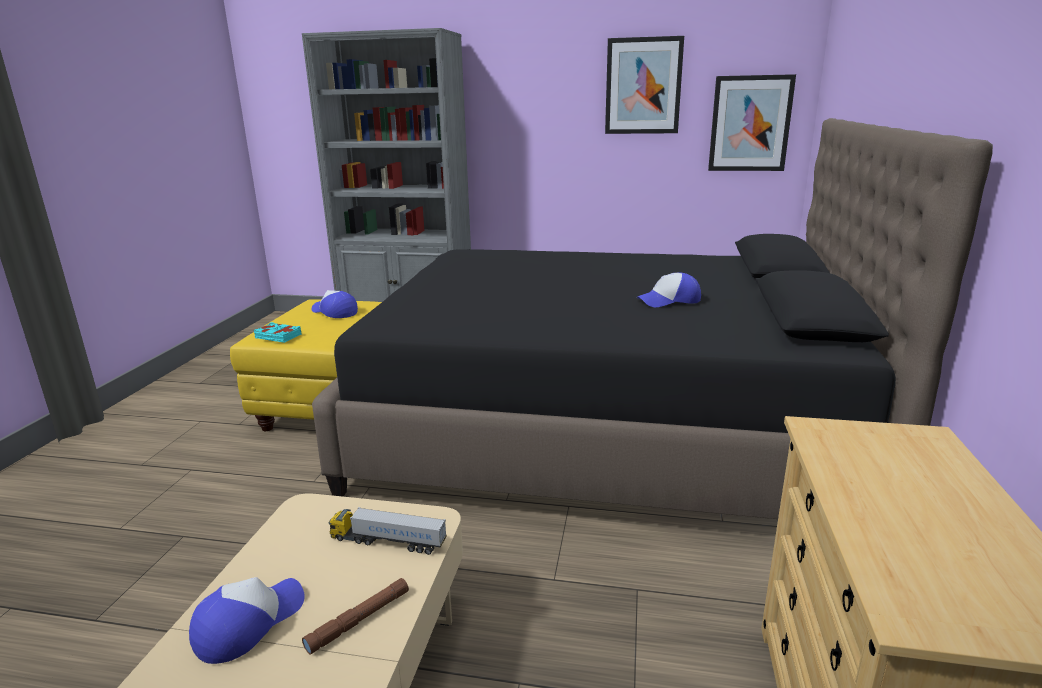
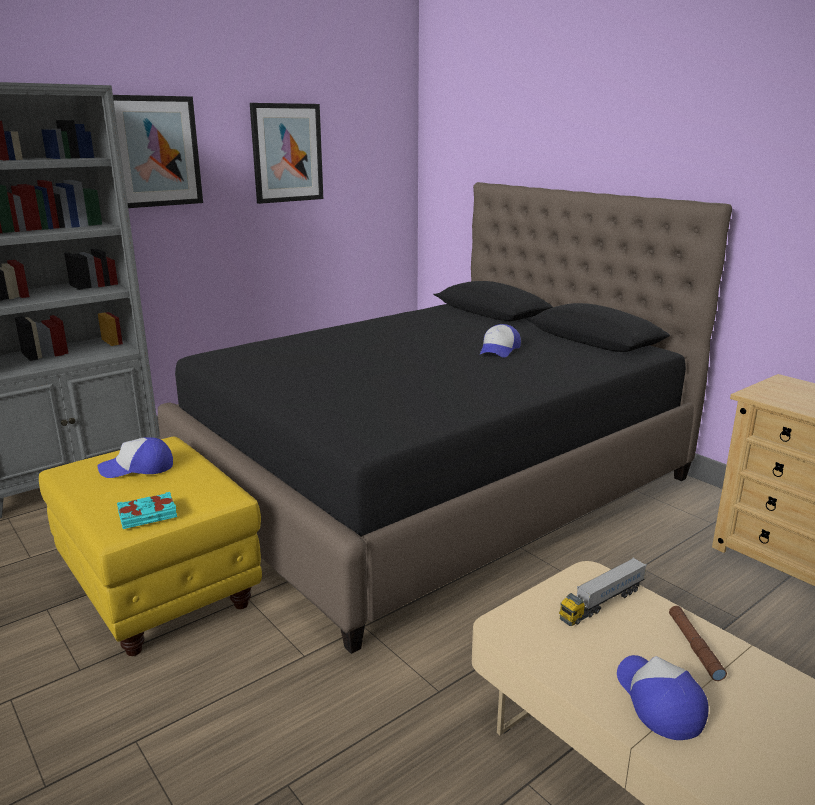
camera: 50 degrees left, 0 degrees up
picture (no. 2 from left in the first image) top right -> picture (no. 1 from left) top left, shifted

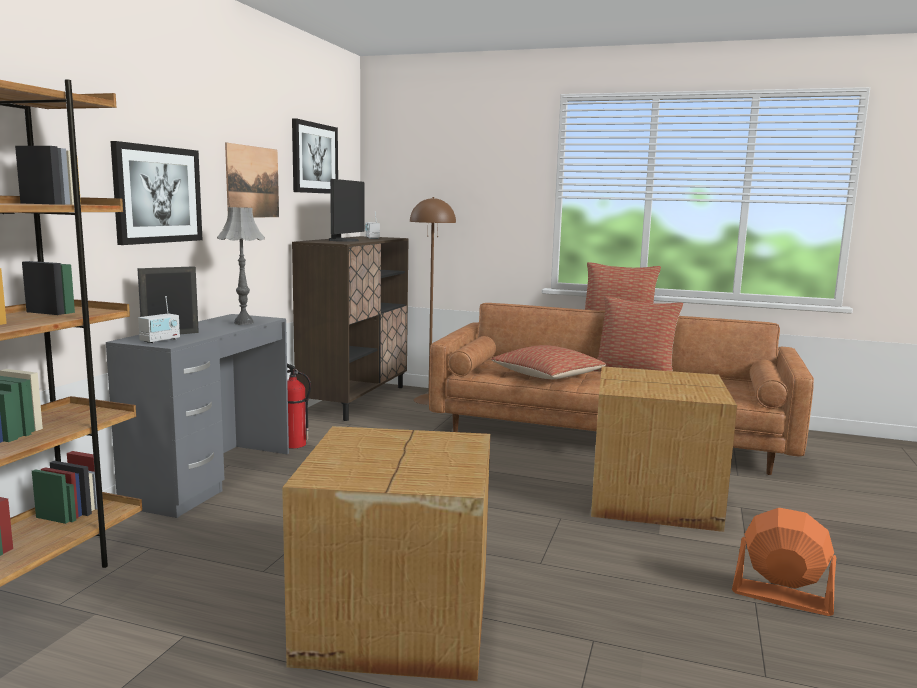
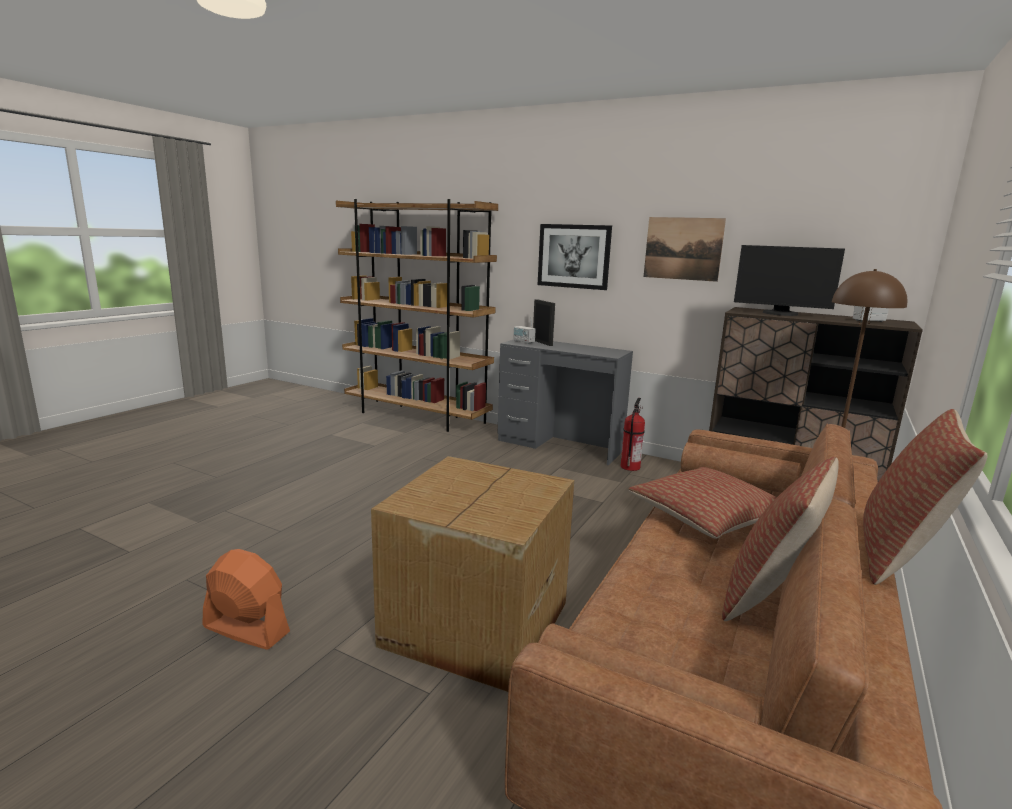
camera: 100 degrees right, 5 degrees up
picture (no. 3 from left) top centre -> none
grey table lamp middle left -> none
cardboard box (no. 1 from left) bottom centre -> none
orange fan bottom right -> orange fan bottom left, 105 degrees counterclockwise

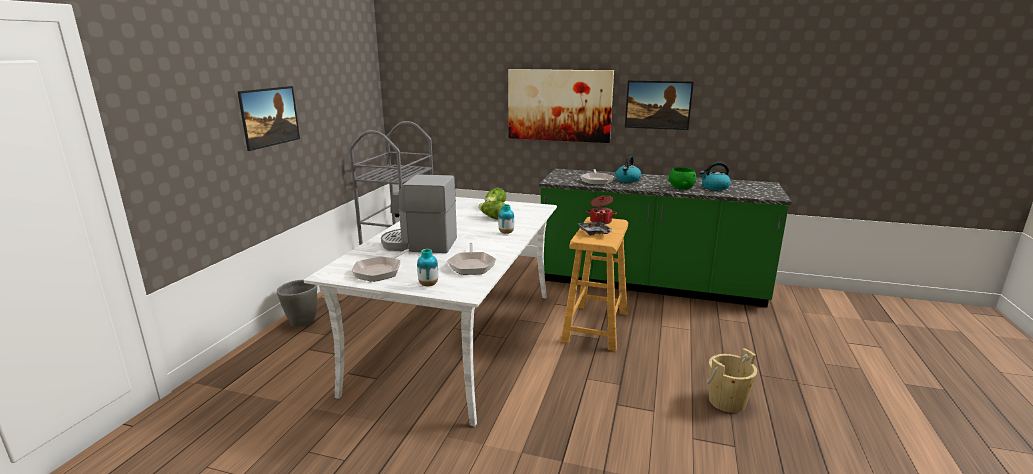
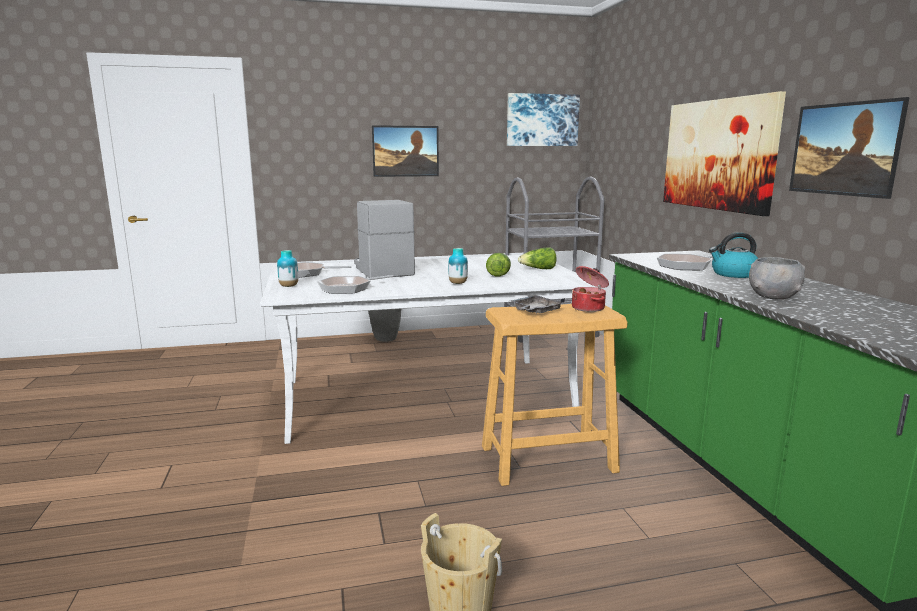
camera: 60 degrees right, 5 degrees down
kettle (no. 2 from left) middle right -> none
green bowl centre -> grey bowl middle right
none -> picture (no. 2 from left) top centre

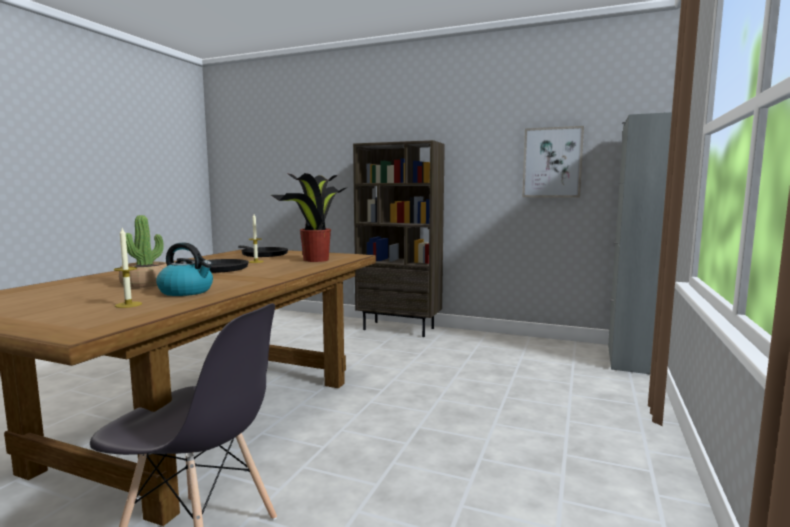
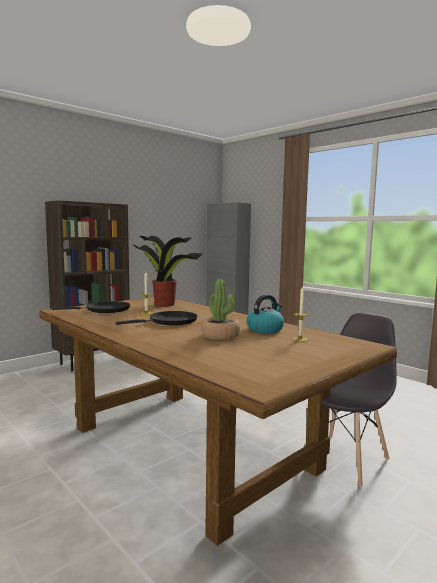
camera: 65 degrees left, 0 degrees up
picture top right -> none

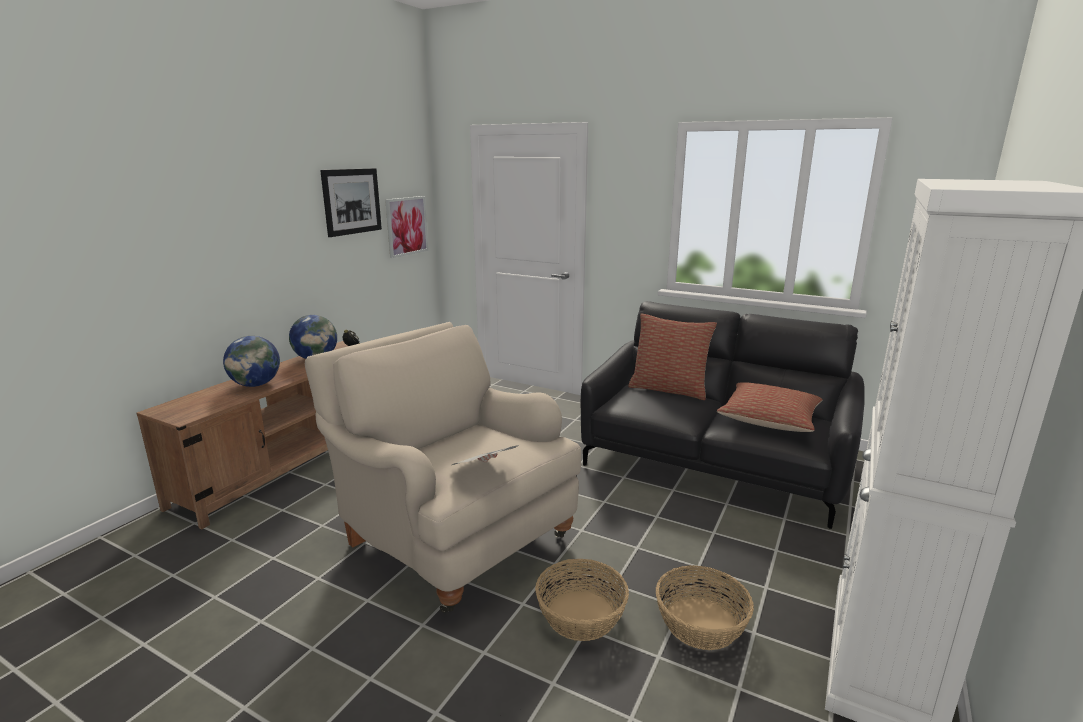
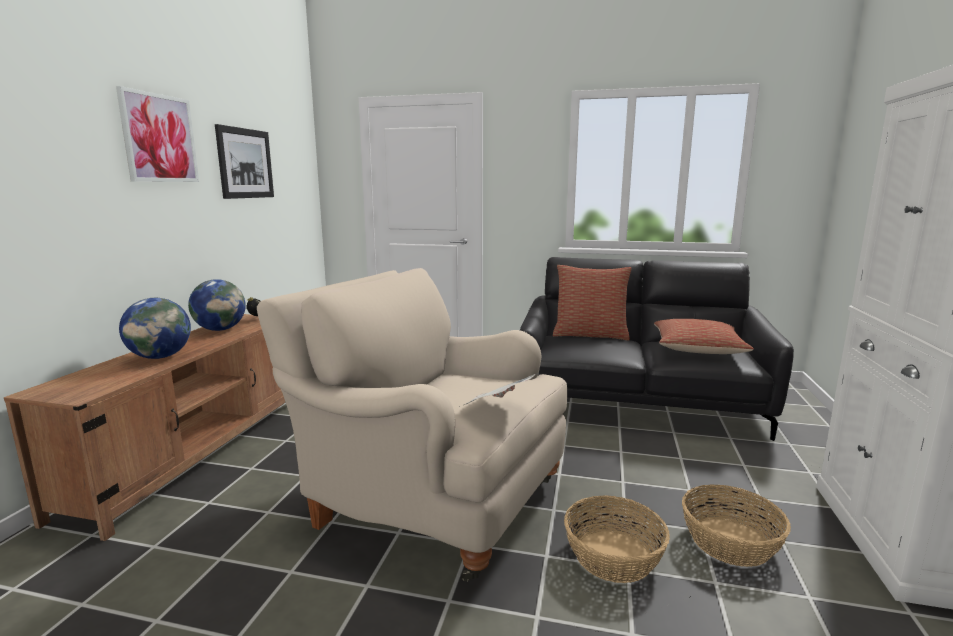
camera: 15 degrees left, 5 degrees down
picture (no. 2 from left in the first image) top centre -> picture (no. 1 from left) top left, shifted

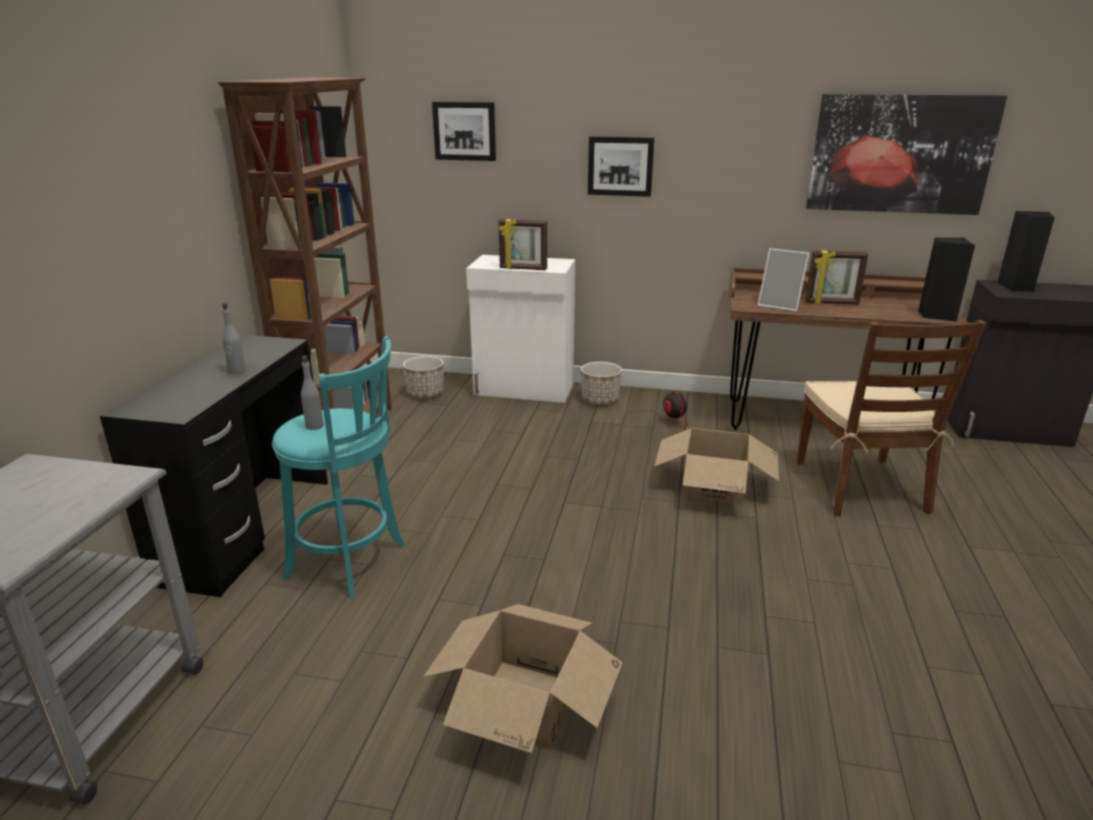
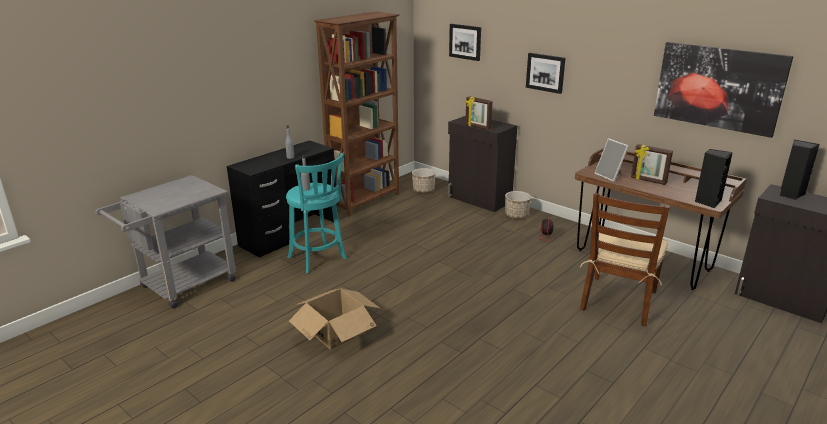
camera: 30 degrees right, 0 degrees up
white cabinet centre -> black cabinet (no. 1 from left) centre
cardboard box (no. 2 from left) centre -> none

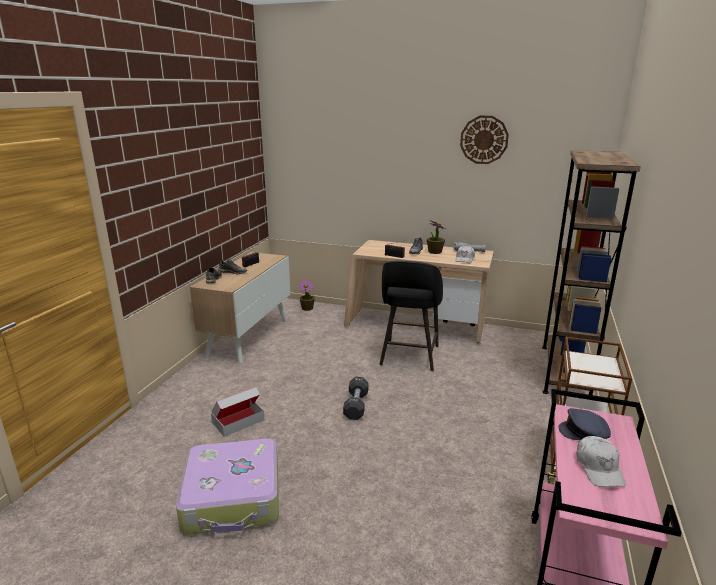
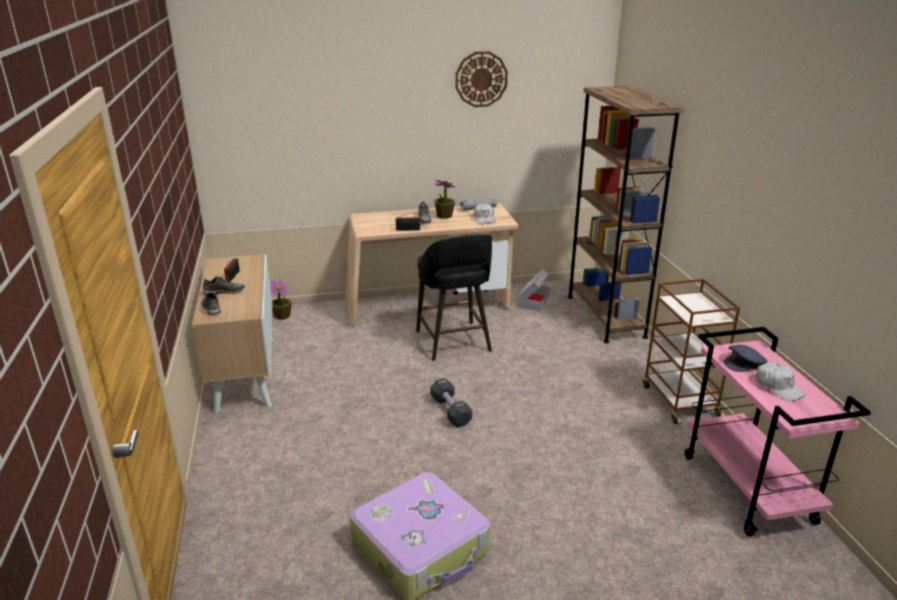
camera: 30 degrees left, 5 degrees up
cardboard box bottom left -> cardboard box centre, shifted

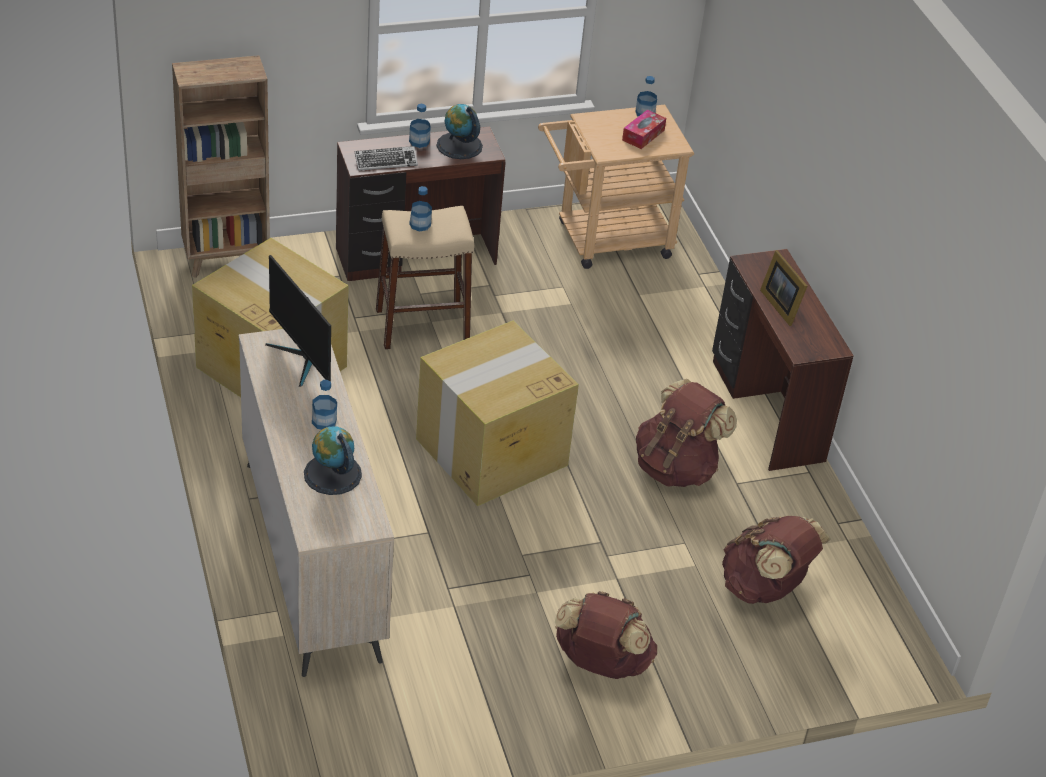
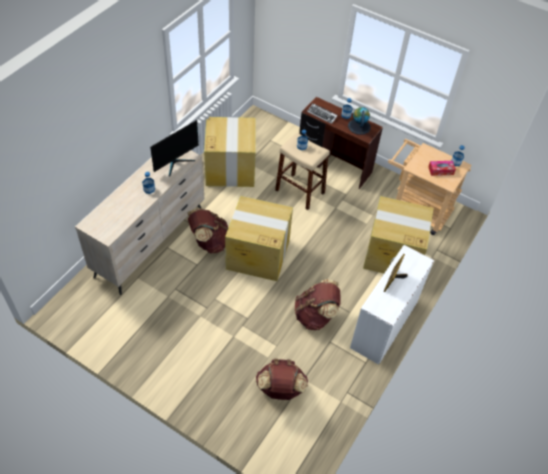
camera: 50 degrees right, 10 degrees up
brown bookcase top left -> none
brown desk (no. 2 from left) middle right -> white desk middle right
monitor middle left -> monitor top left, 150 degrees counterclockwise
globe (no. 1 from left) middle left -> none
brown backpack (no. 1 from left) bottom centre -> brown backpack (no. 1 from left) centre, shifted
none -> cardboard box (no. 3 from left) middle right

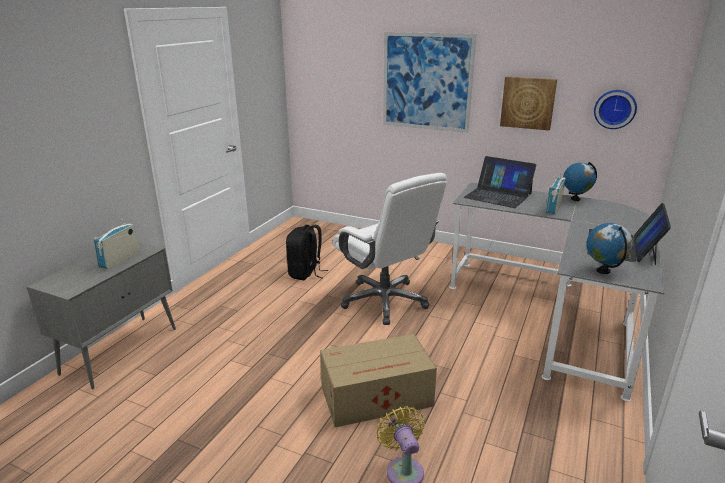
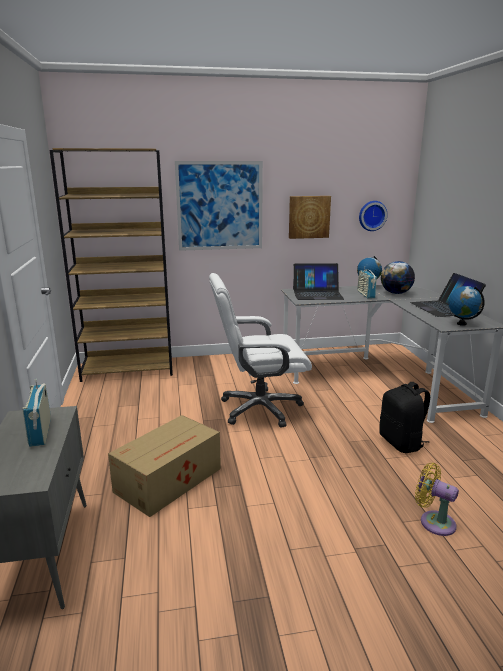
camera: 35 degrees left, 5 degrees down
white office chair centre, 150 degrees clockwise
black backpack centre -> black backpack middle right, shifted
cardboard box bottom centre -> cardboard box bottom left, shifted
none -> brown bookcase middle left
none -> globe (no. 2 from left) middle right

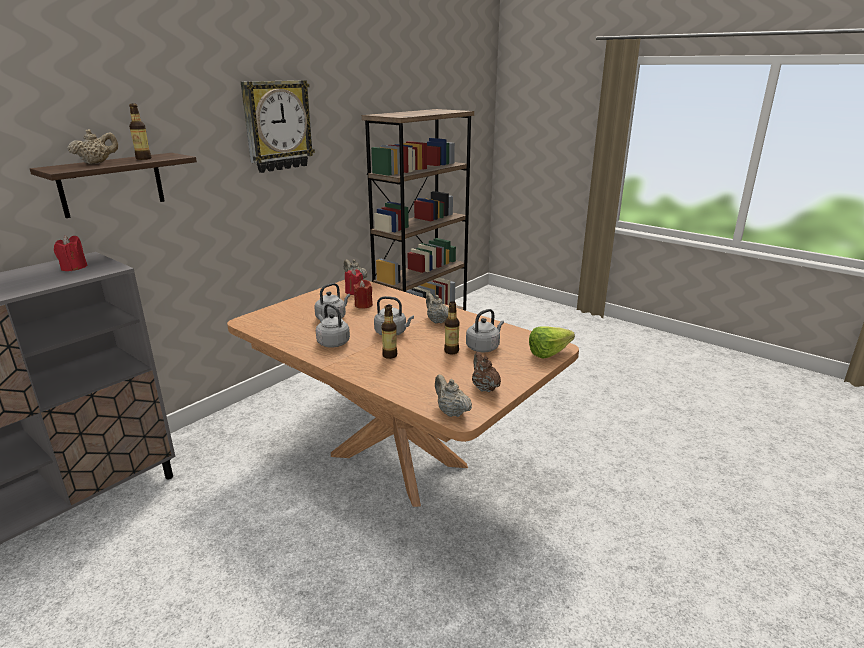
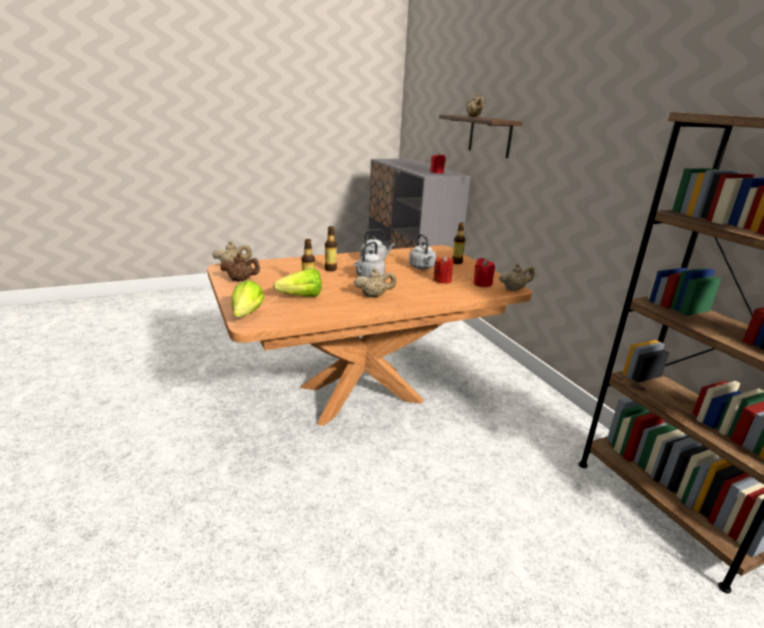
camera: 115 degrees right, 0 degrees up
wall clock top left -> none
bottle (no. 1 from left in the first image) top left -> bottle (no. 3 from left) centre, shifted
grey kettle (no. 4 from left) centre -> lettuce (no. 2 from left) centre

